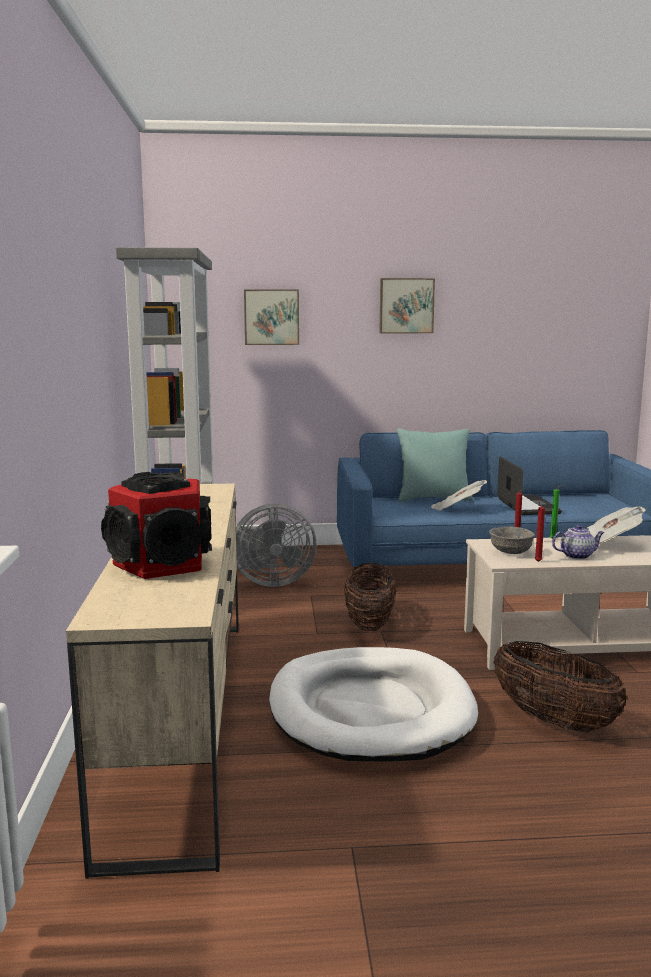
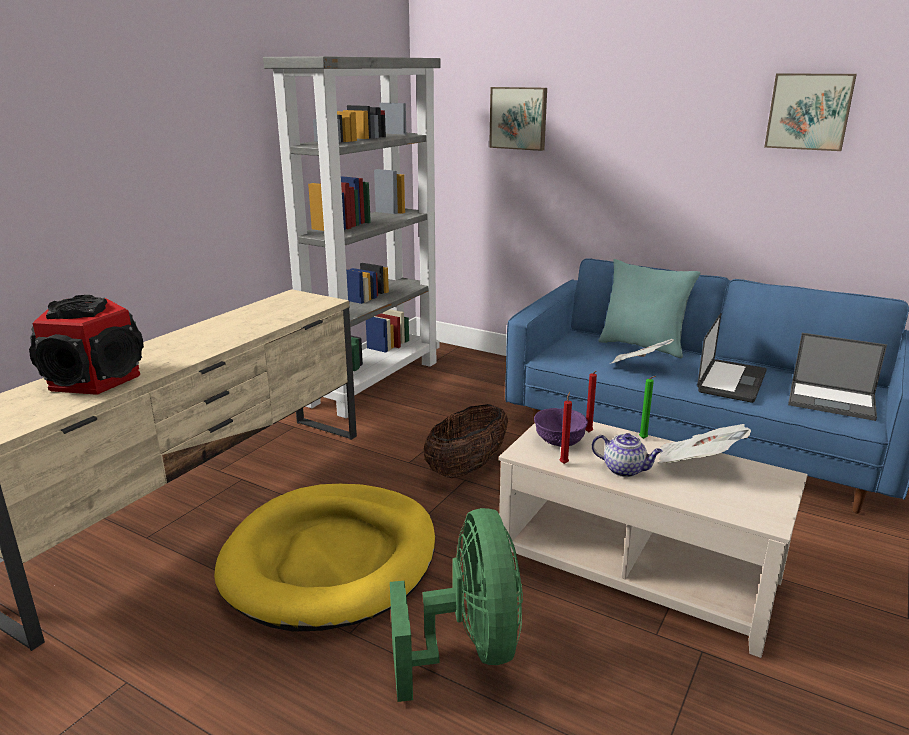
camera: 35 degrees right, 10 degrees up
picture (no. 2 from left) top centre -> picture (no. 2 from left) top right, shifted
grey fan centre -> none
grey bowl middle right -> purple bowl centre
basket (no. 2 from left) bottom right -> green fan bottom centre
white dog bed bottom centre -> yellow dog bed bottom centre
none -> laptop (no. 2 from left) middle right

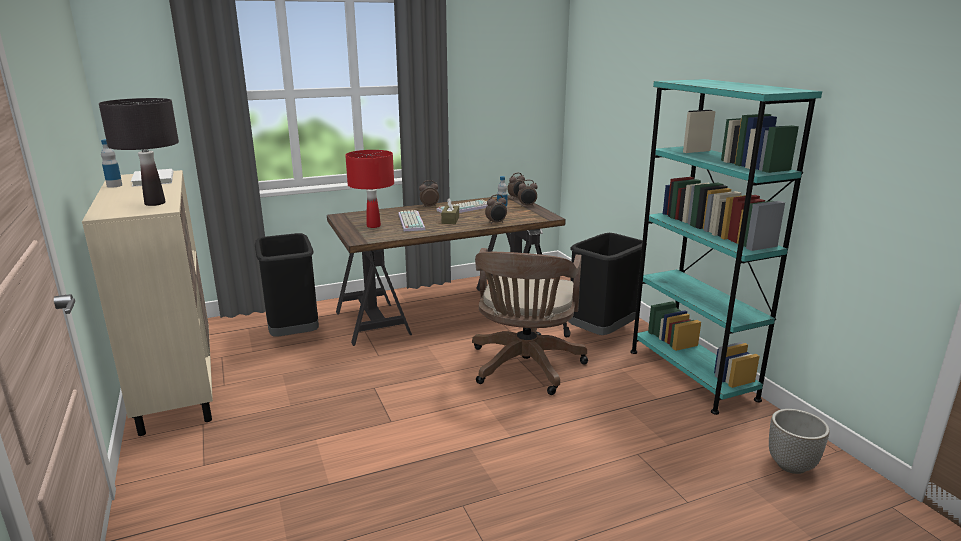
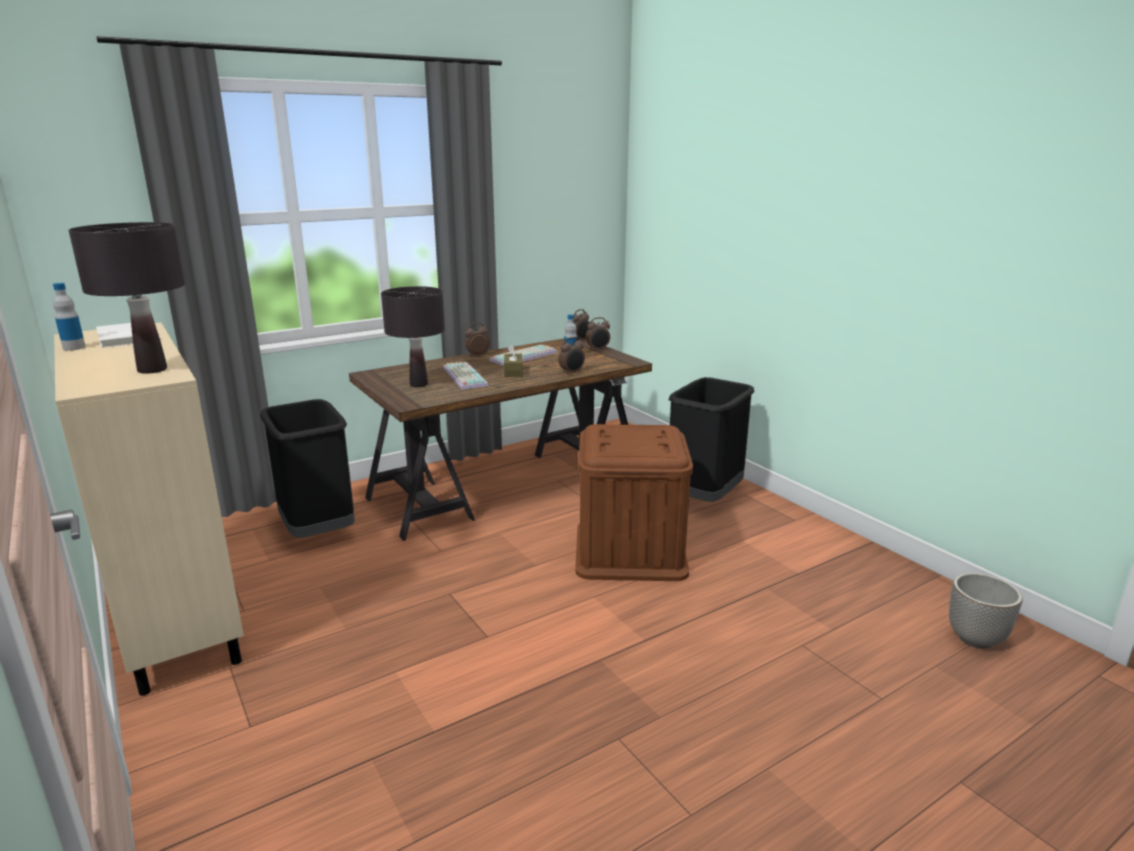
camera: 10 degrees left, 0 degrees up
turquoise bookcase middle right -> none
red table lamp centre -> black table lamp (no. 2 from left) centre
brown office chair centre -> brown storage box centre

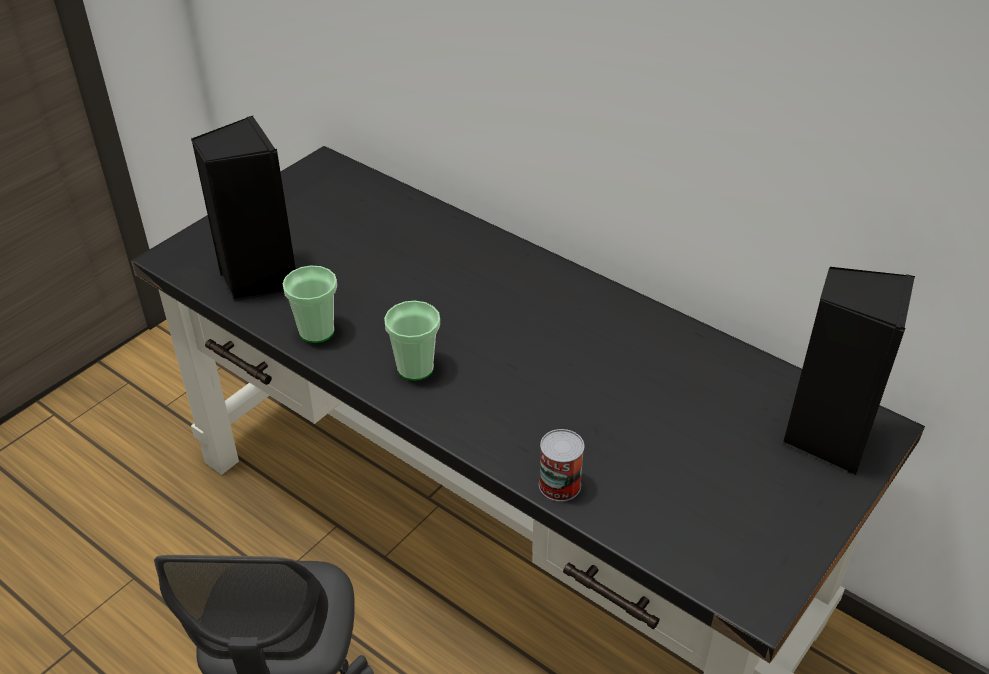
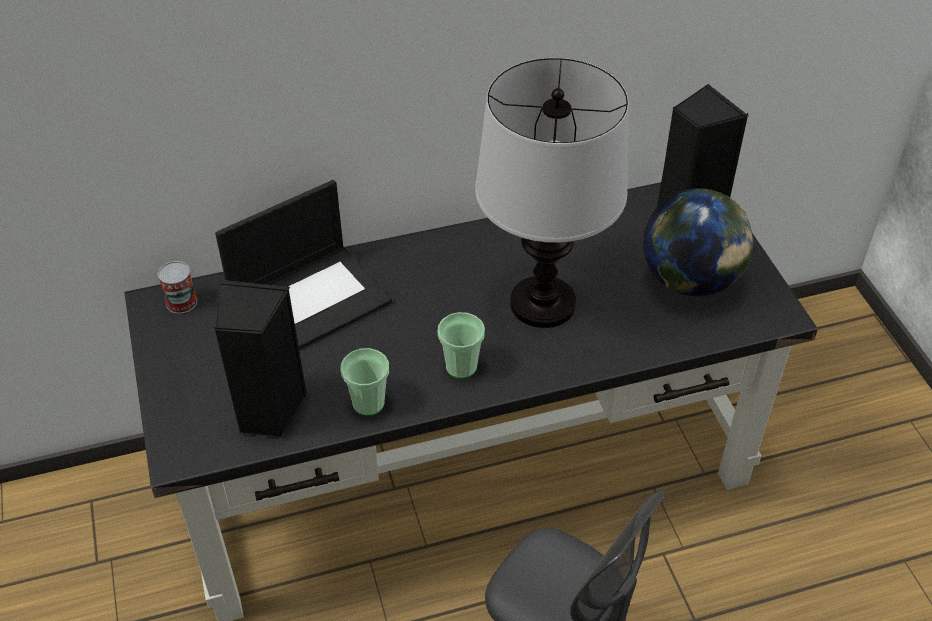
camera: 55 degrees left, 5 degrees up
can bottom centre -> can middle left, shifted
none -> table lamp top centre
none -> laptop middle left
none -> globe middle right

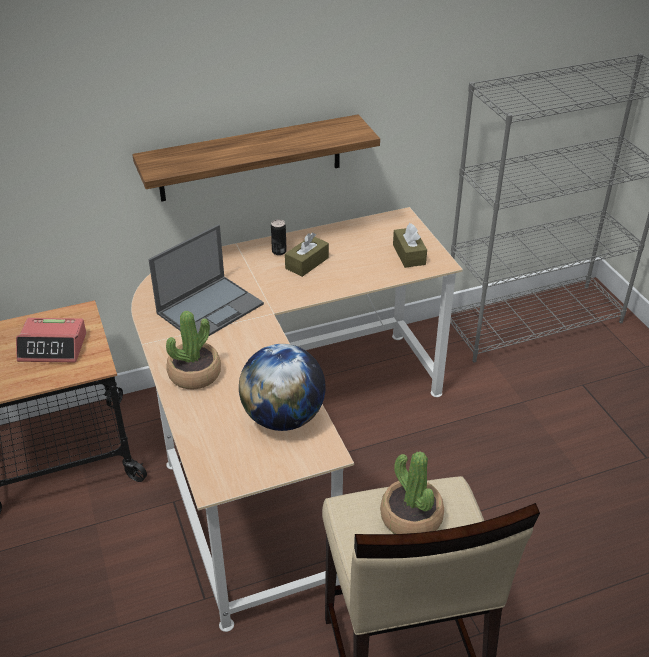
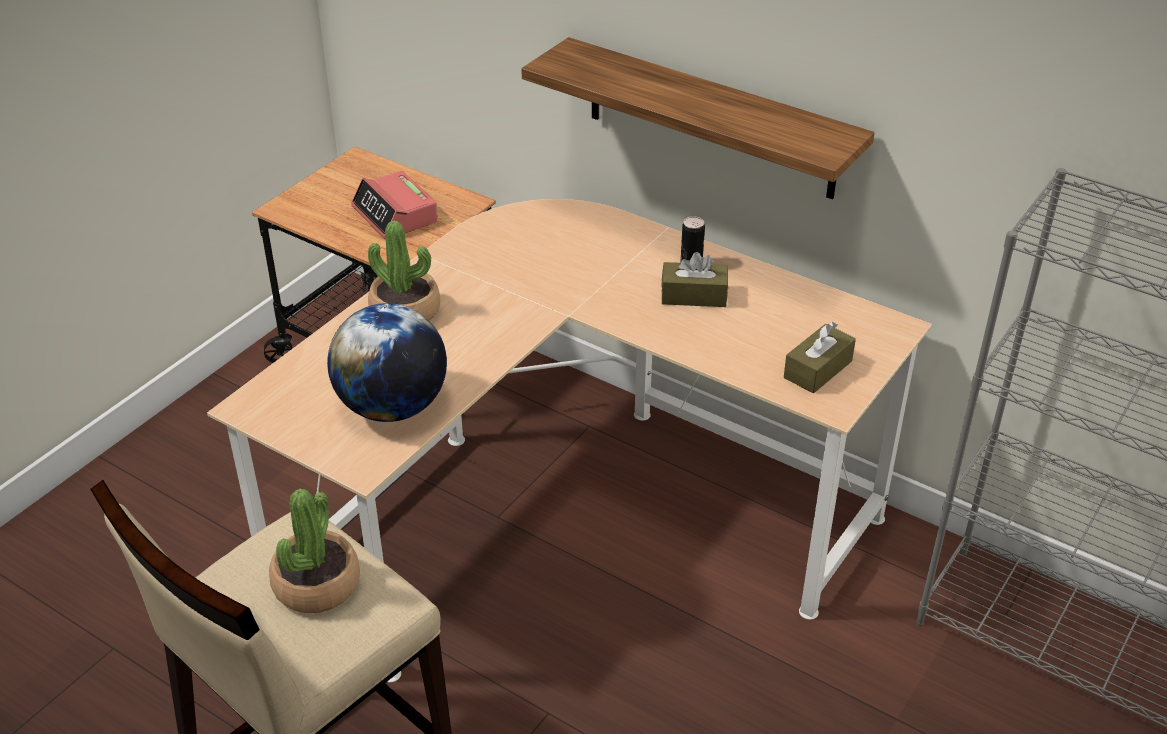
camera: 55 degrees right, 0 degrees up
laptop middle left -> none

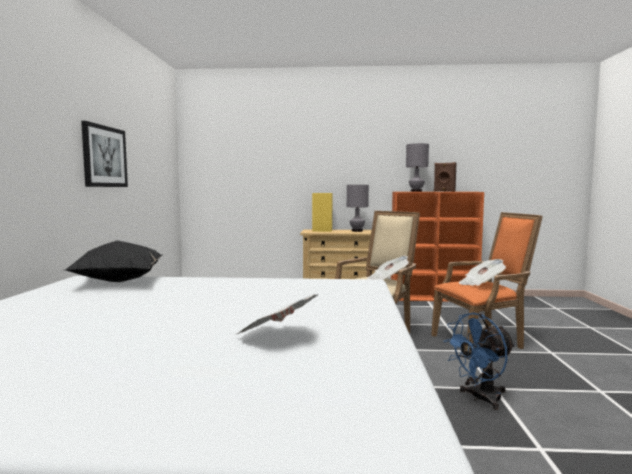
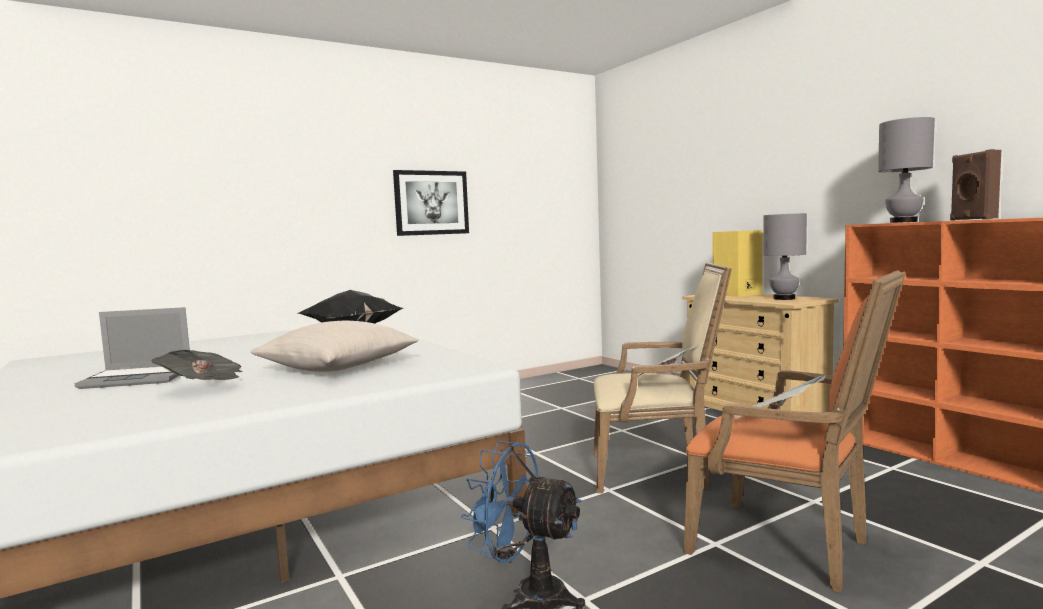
camera: 55 degrees right, 0 degrees up
none -> laptop middle left
none -> beige pillow middle left

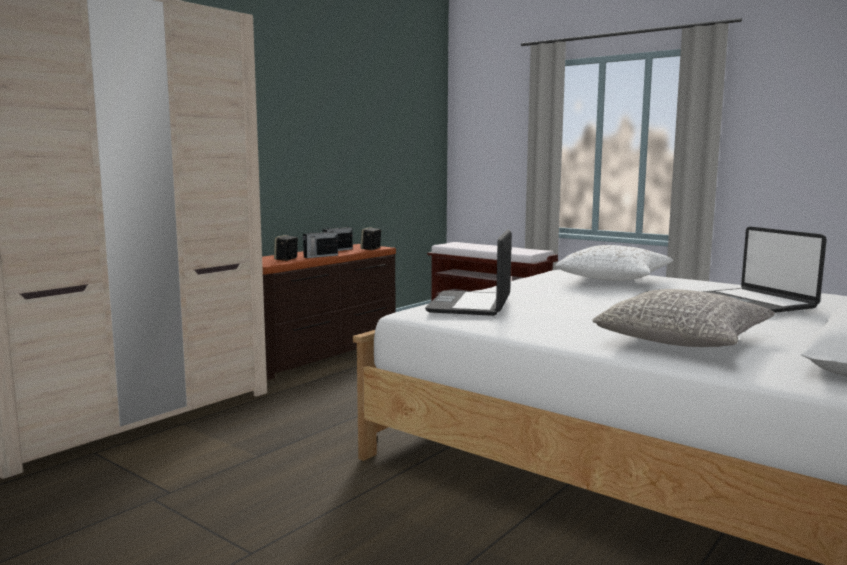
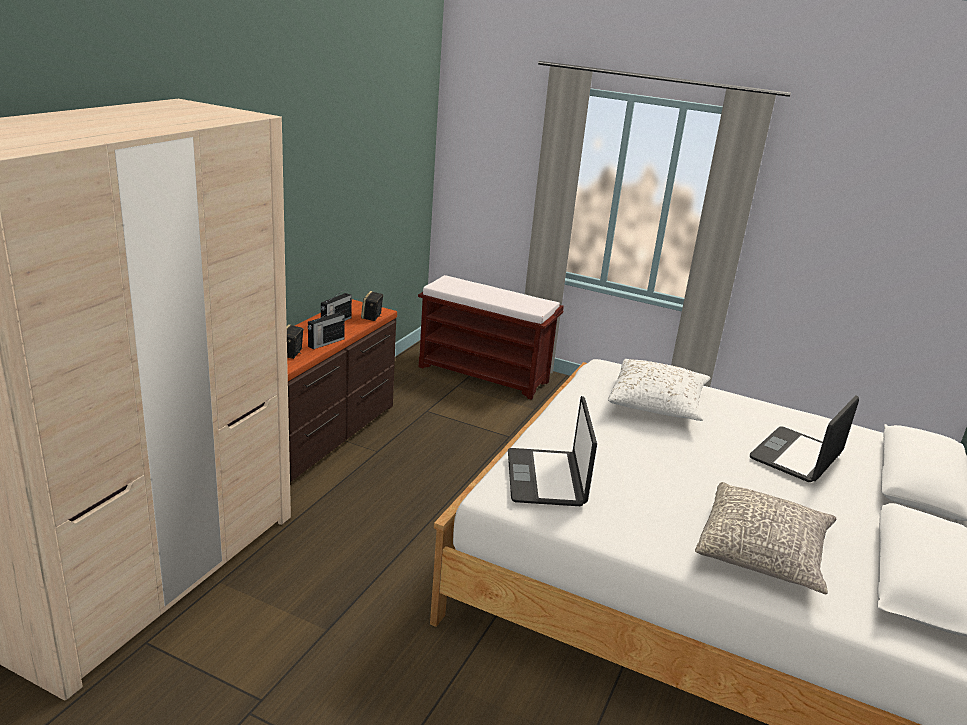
camera: 15 degrees left, 15 degrees up
laptop (no. 2 from left) middle right, 75 degrees clockwise

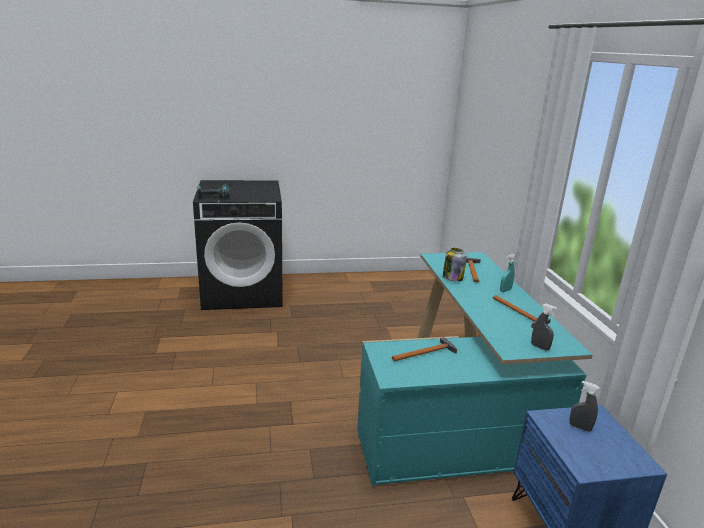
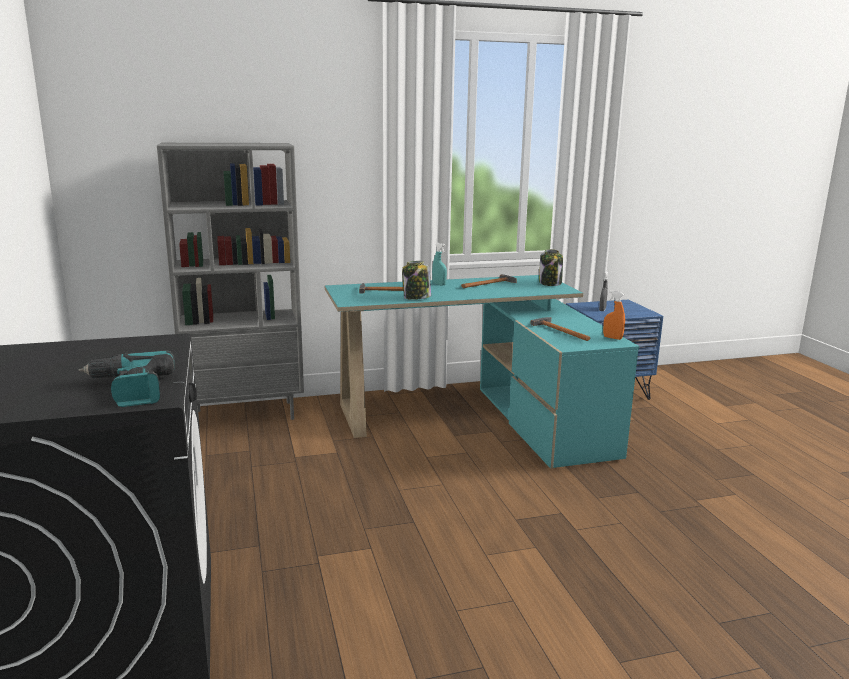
camera: 95 degrees left, 5 degrees down
grey spray bottle (no. 1 from left) middle right -> jar (no. 2 from left) centre
none -> grey bookcase middle left
none -> orange spray bottle middle right

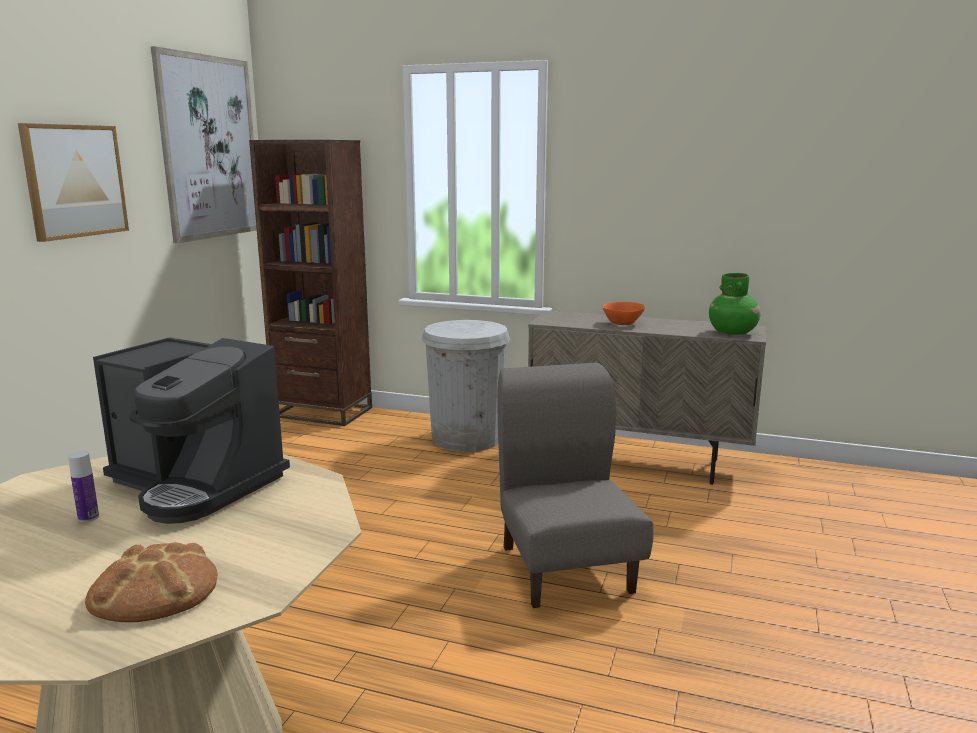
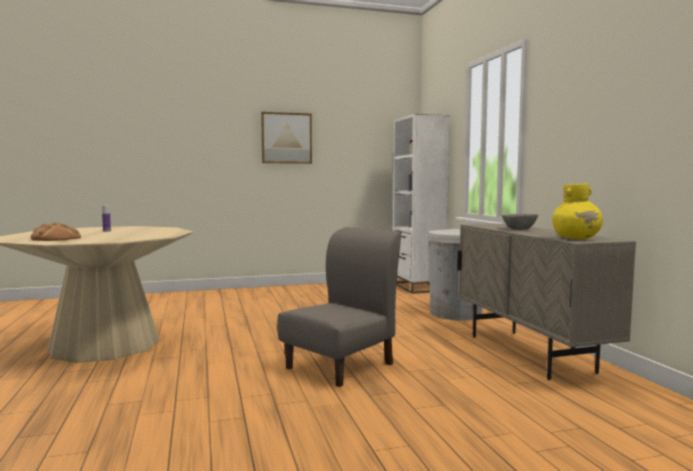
camera: 55 degrees right, 10 degrees down
picture (no. 2 from left) top left -> none
brown bookcase middle left -> white bookcase centre
green vase middle right -> yellow vase middle right
orange bowl centre -> grey bowl middle right
coffee machine middle left -> none

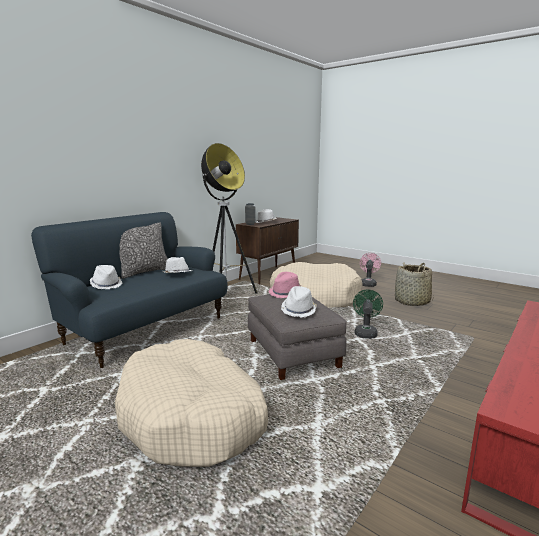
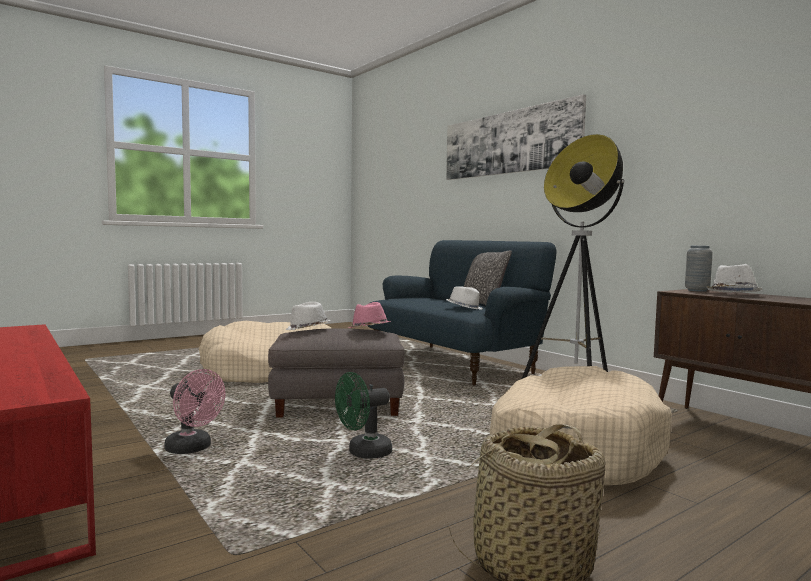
camera: 105 degrees right, 10 degrees down
pink fan middle right -> pink fan bottom left, shifted
white hat (no. 1 from left) middle left -> none
green fan middle right -> green fan bottom centre, 120 degrees clockwise
none -> picture top centre

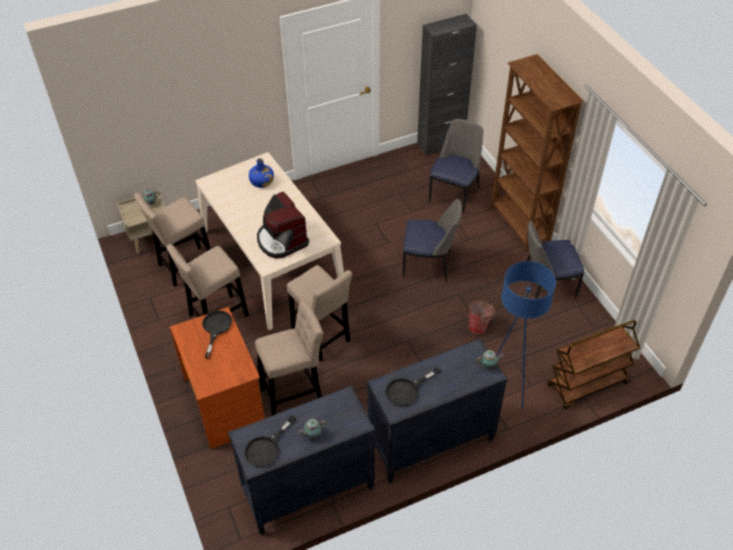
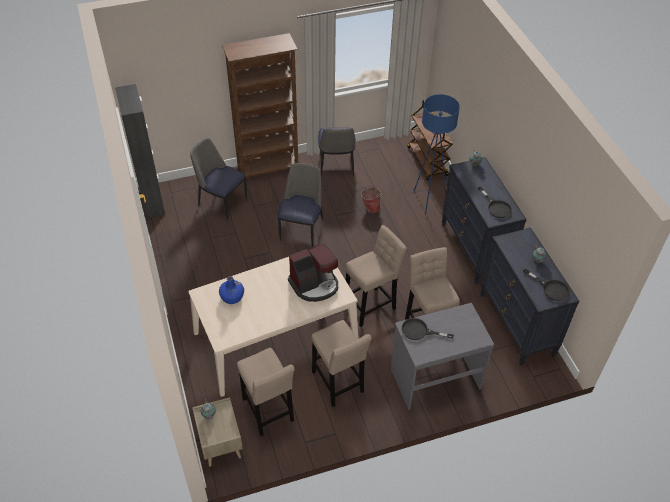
camera: 85 degrees left, 0 degrees up
brown desk bottom left -> grey desk bottom centre

